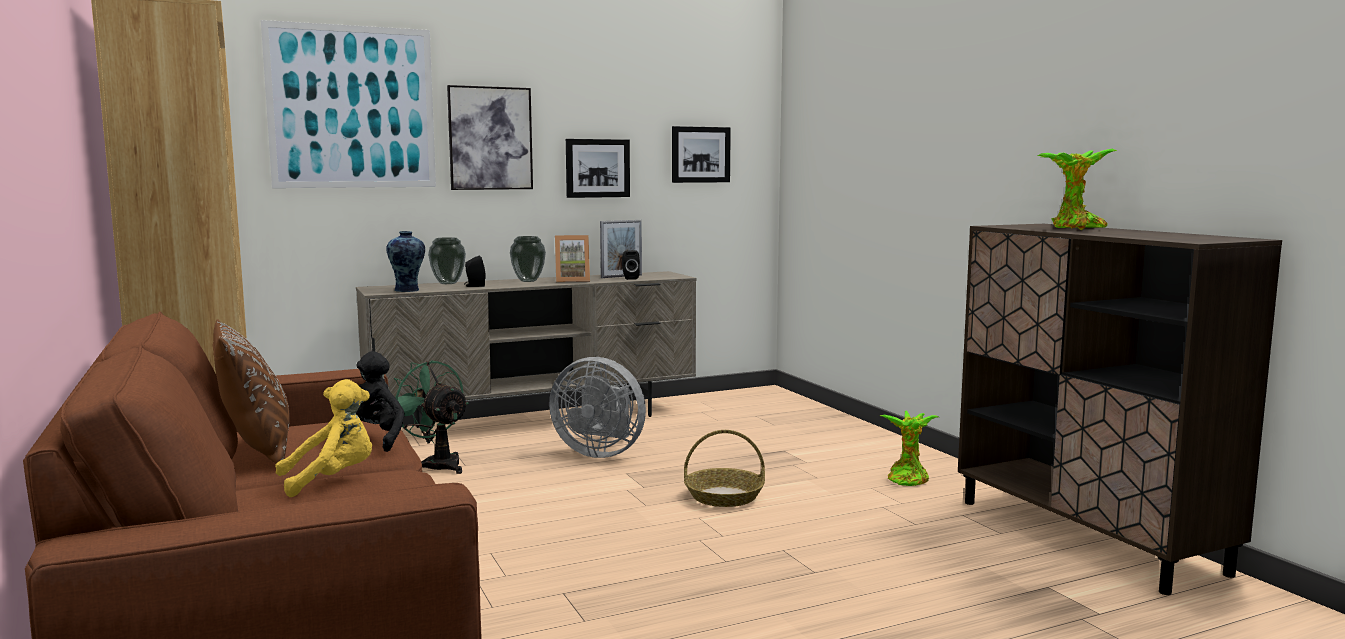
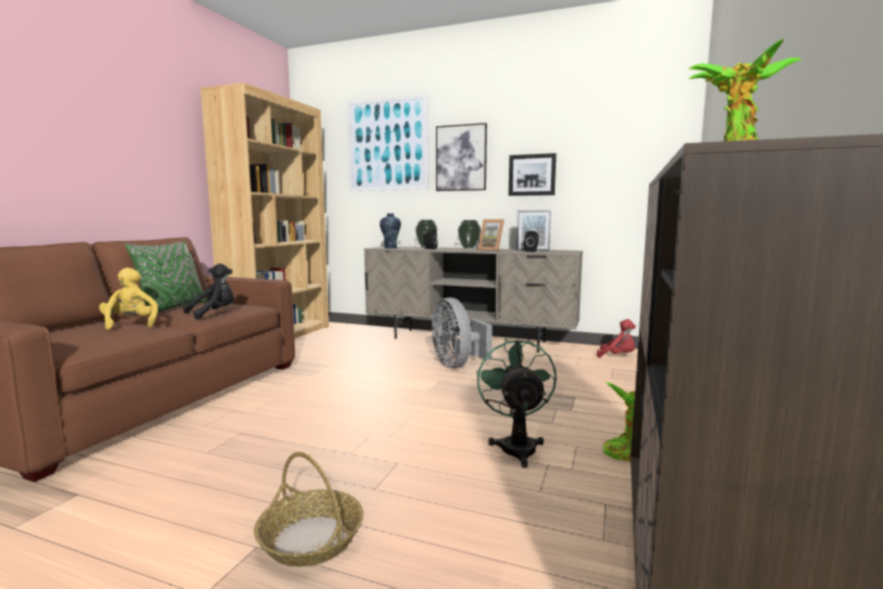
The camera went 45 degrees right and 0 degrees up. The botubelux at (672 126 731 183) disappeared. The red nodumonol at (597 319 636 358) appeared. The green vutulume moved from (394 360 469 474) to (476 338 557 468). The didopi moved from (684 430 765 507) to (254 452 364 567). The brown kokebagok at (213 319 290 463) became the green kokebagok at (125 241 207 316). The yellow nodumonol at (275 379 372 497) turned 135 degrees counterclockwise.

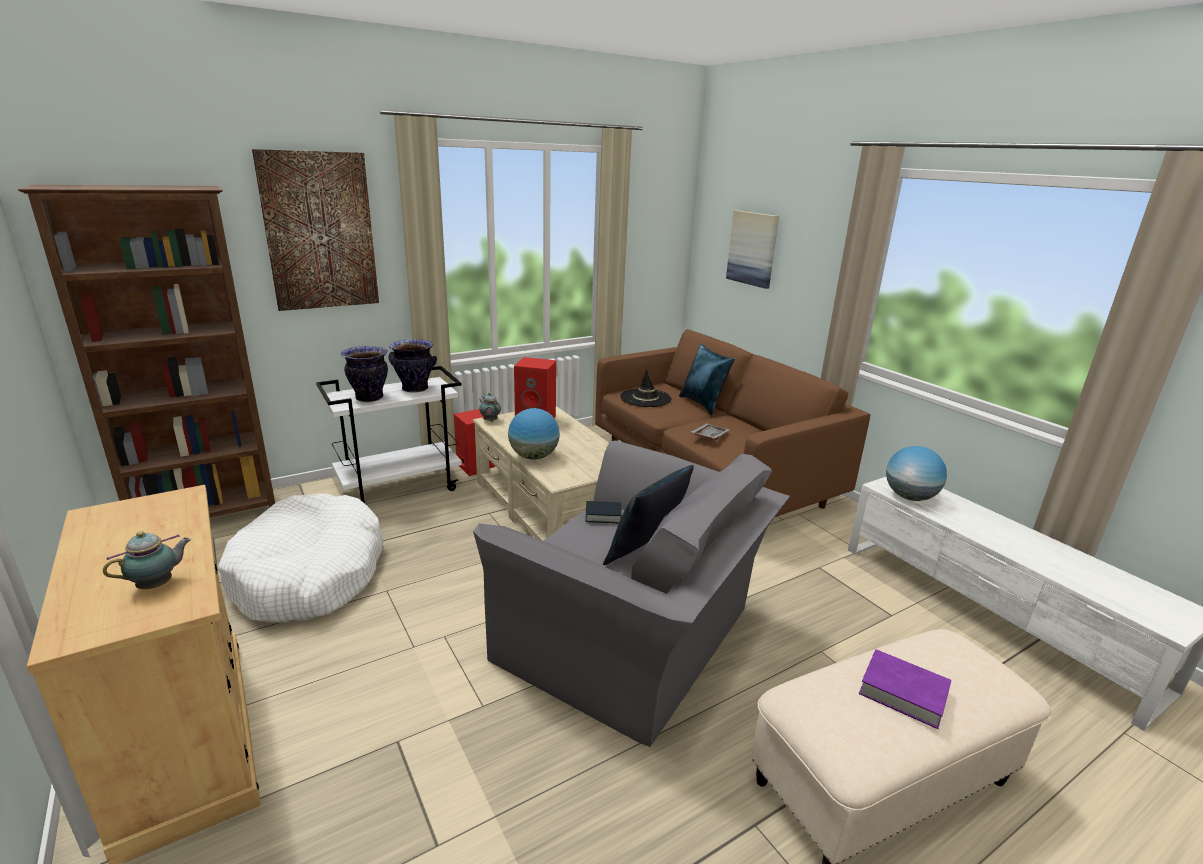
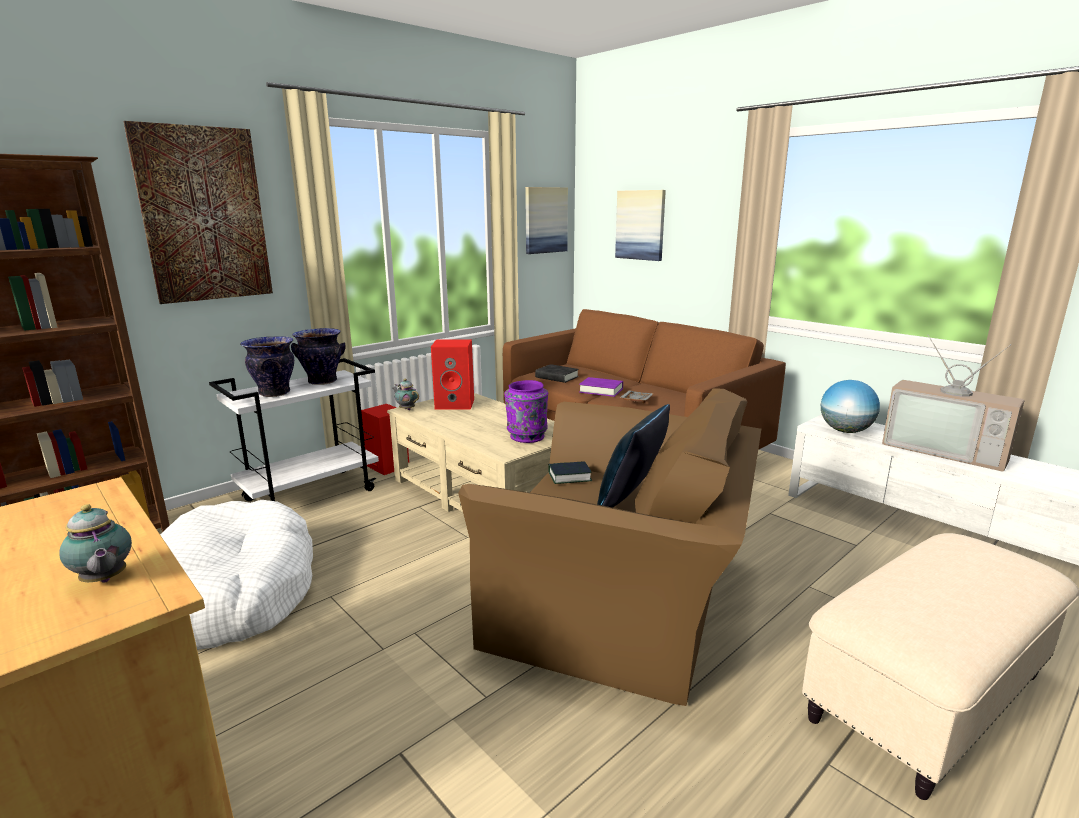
The camera went 10 degrees left and 5 degrees down. The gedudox at (508 408 560 460) disappeared. The blue kokebagok at (679 344 735 415) disappeared. The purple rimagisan at (504 380 548 443) appeared. The botubelux at (525 187 568 254) appeared. The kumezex at (882 335 1025 471) appeared. The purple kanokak moved from (859 649 951 729) to (579 377 623 397). The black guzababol at (620 369 671 407) was replaced by the black kanokak at (535 364 579 383). The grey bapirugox at (473 440 790 747) became the brown bapirugox at (458 389 761 706). The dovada at (103 531 191 589) turned 105 degrees clockwise.

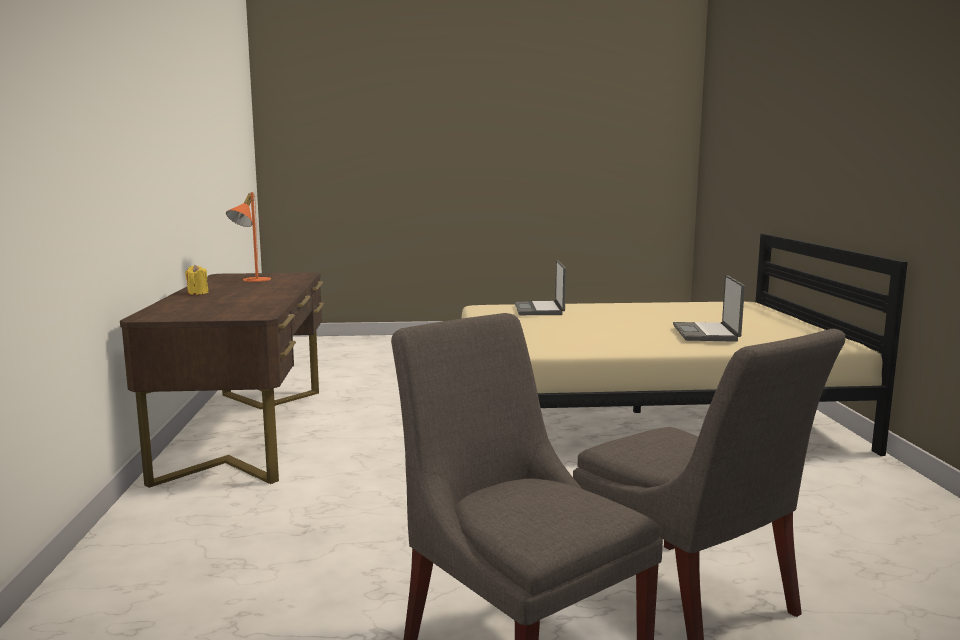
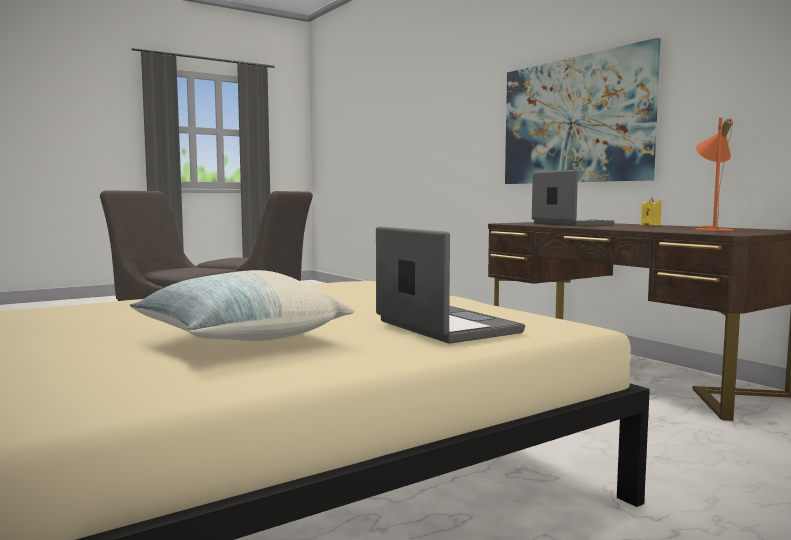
The camera went 150 degrees right and 5 degrees down. The kokebagok at (130 270 354 341) appeared. The botubelux at (505 38 661 184) appeared. The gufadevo moved from (673 275 745 342) to (532 170 614 226).

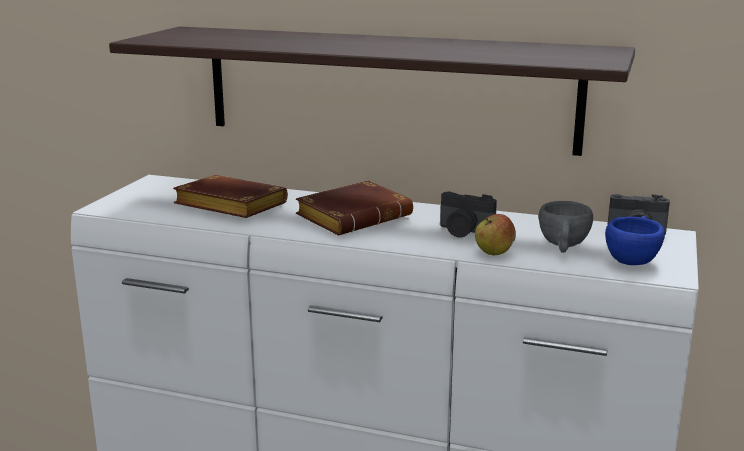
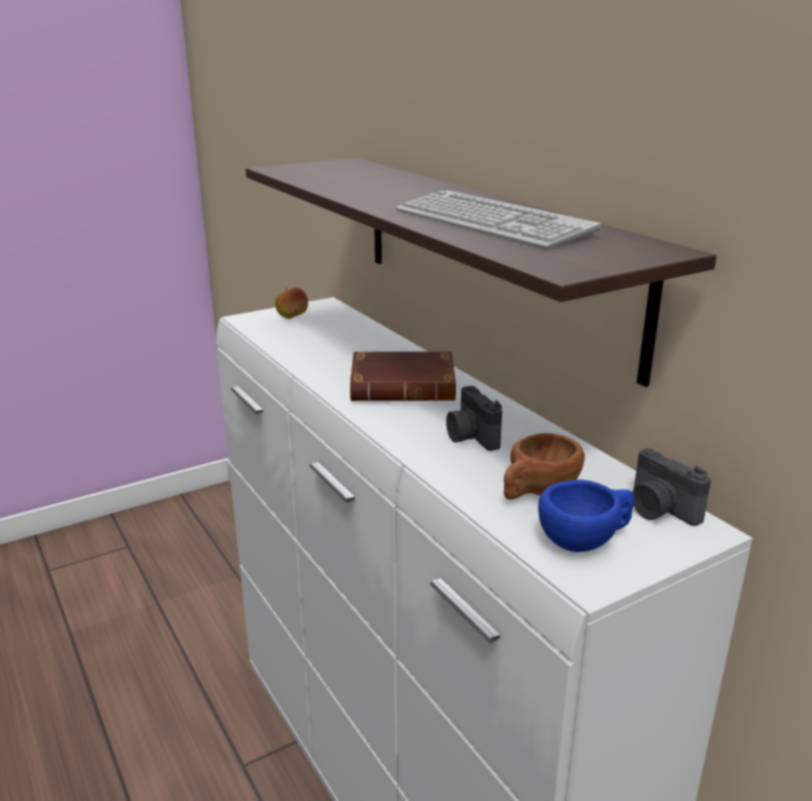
The camera went 40 degrees right and 5 degrees up. The brown kanokak at (173 175 288 218) disappeared. The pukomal at (396 190 601 249) appeared. The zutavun moved from (475 214 516 255) to (275 287 308 319). The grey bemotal at (539 201 593 253) became the brown bemotal at (504 433 585 500).

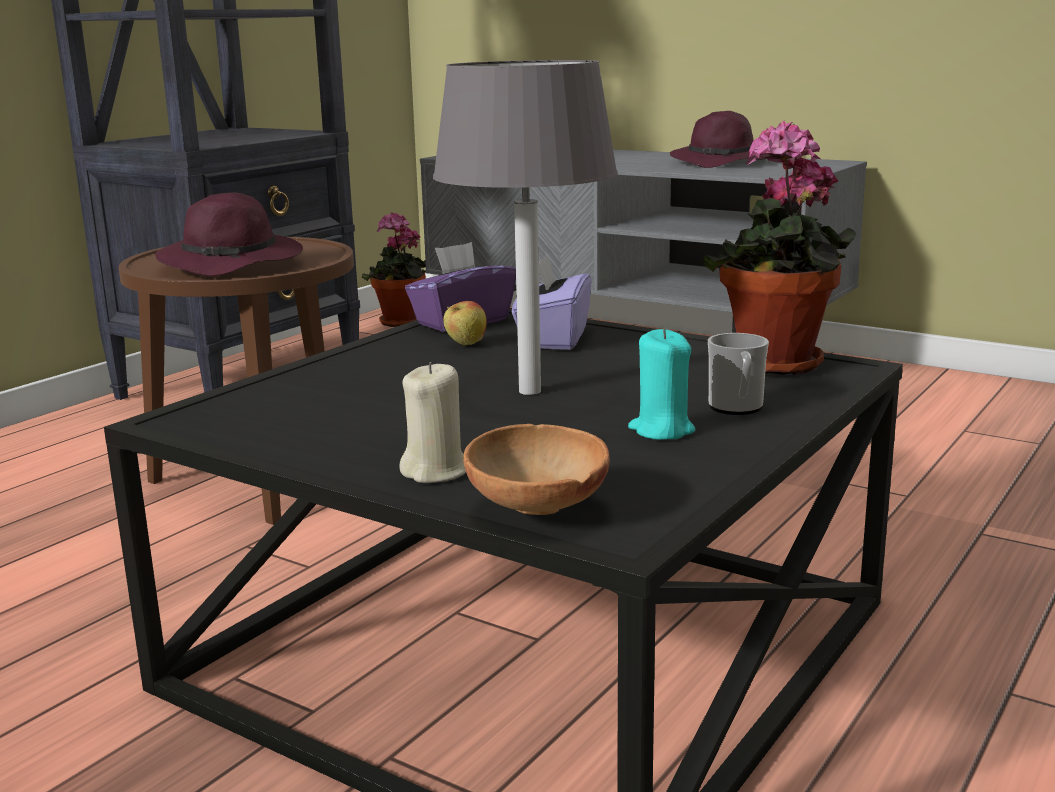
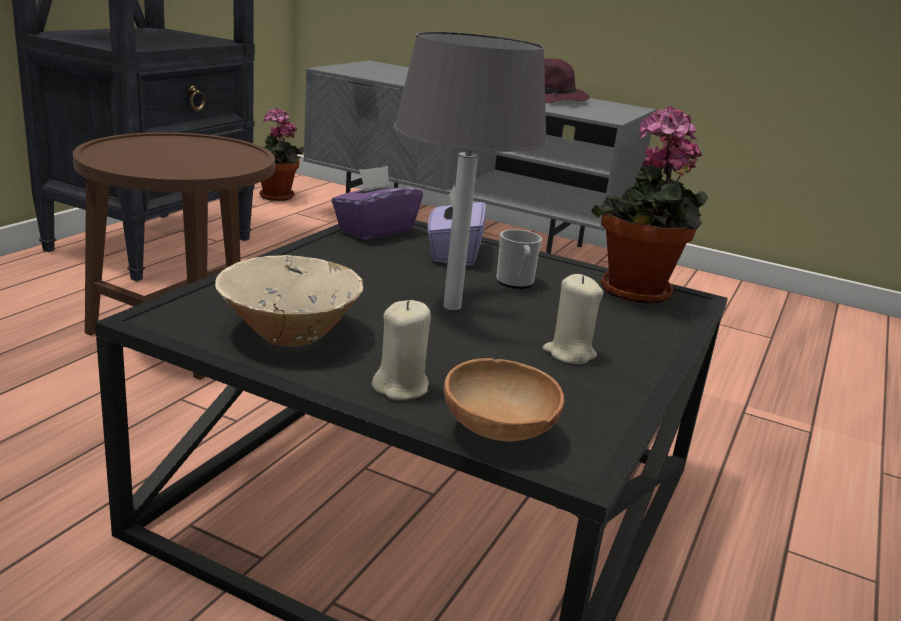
The camera went 10 degrees left and 5 degrees up. The purple guzababol at (155 192 303 276) disappeared. The zutavun at (443 301 487 346) disappeared. The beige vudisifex at (215 255 363 347) appeared. The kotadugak moved from (708 333 769 415) to (496 230 542 289). The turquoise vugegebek at (628 328 695 440) became the beige vugegebek at (543 274 604 364).

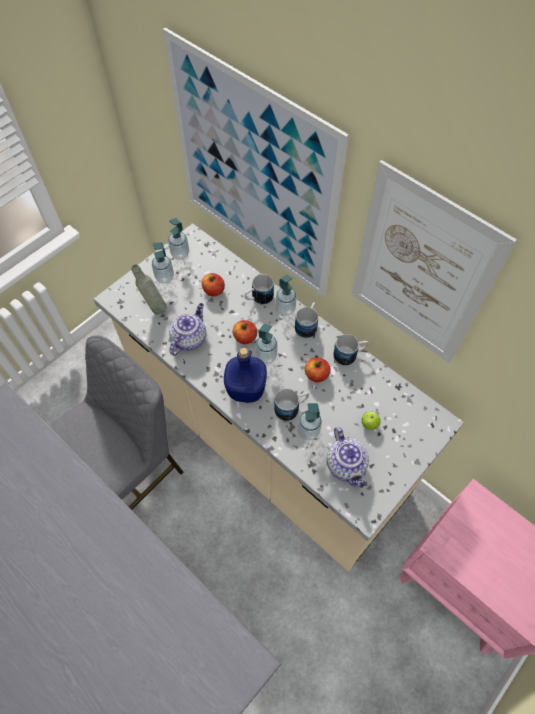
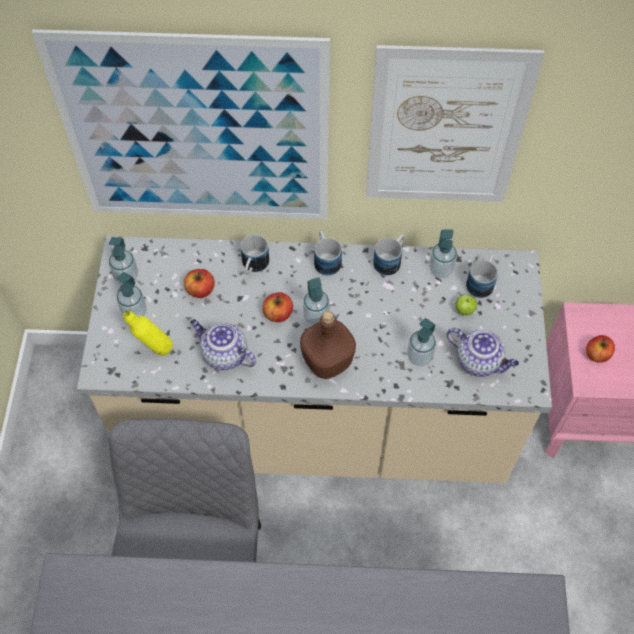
The camera went 40 degrees left and 0 degrees up. The kotadugak moved from (274 389 309 421) to (466 254 498 298). The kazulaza moved from (276 275 297 316) to (429 229 457 278). The zutavun moved from (305 358 331 382) to (586 335 615 363). The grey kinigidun at (131 264 167 314) became the yellow kinigidun at (122 310 173 356). The blue kinigidun at (224 348 267 403) became the brown kinigidun at (300 311 356 379). The dovada at (169 303 206 356) turned 45 degrees counterclockwise.

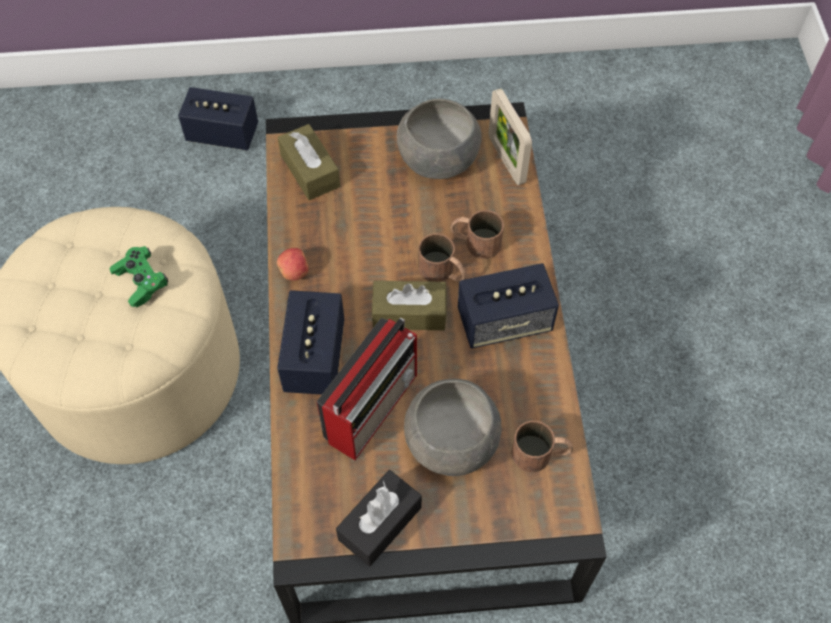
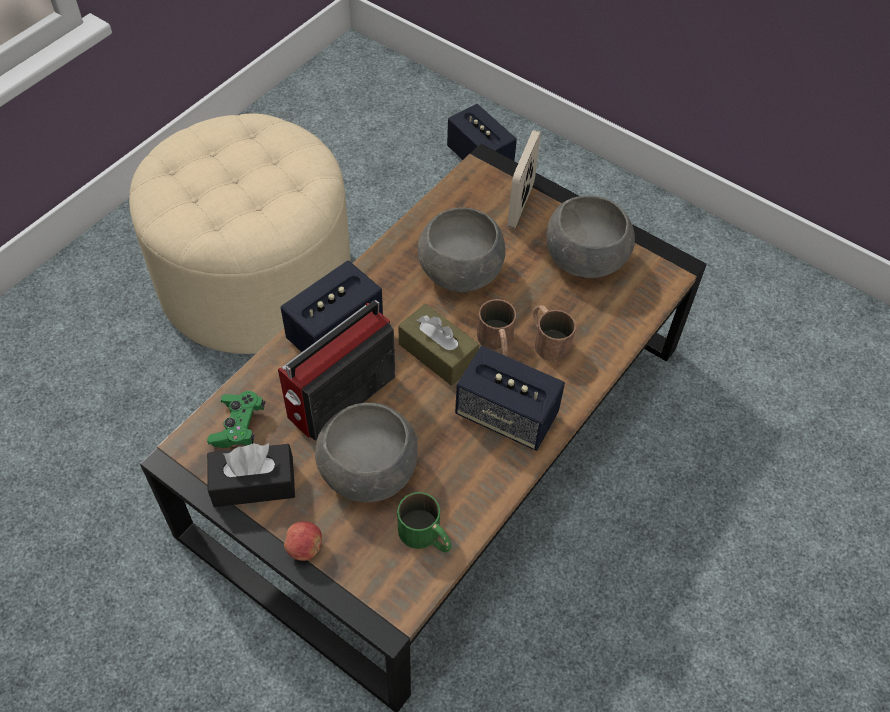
The camera went 40 degrees right and 5 degrees down. The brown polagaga at (278 124 340 200) disappeared. The grey vudisifex at (418 207 505 292) appeared. The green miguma moved from (109 246 168 307) to (207 391 265 448). The zutavun moved from (277 248 309 281) to (284 521 322 561). The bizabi moved from (489 88 532 185) to (507 130 541 228). The brown kotadugak at (512 421 573 472) became the green kotadugak at (397 492 452 552). The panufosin at (317 317 417 460) turned 150 degrees clockwise.

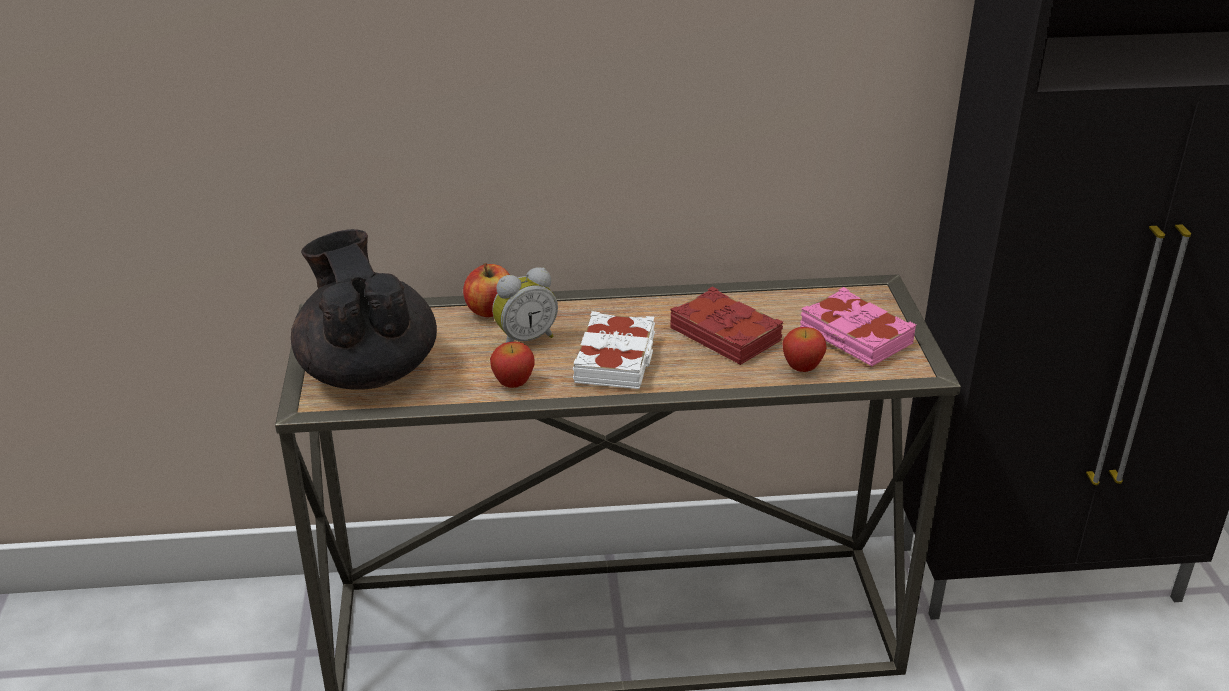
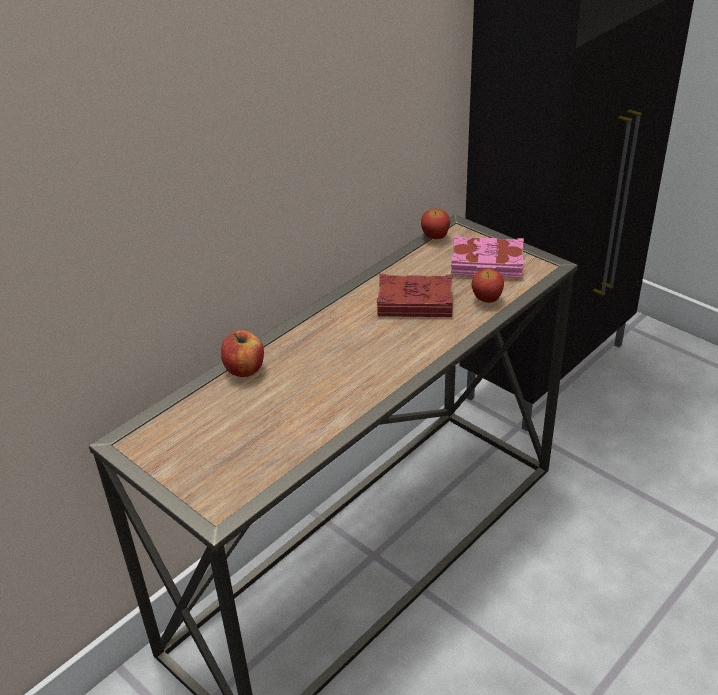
The camera went 40 degrees left and 5 degrees up. The black dovada at (291 229 437 390) disappeared. The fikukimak at (492 267 558 343) disappeared. The white kanokak at (573 311 655 389) disappeared. The zutavun moved from (490 342 535 388) to (421 208 450 239).

